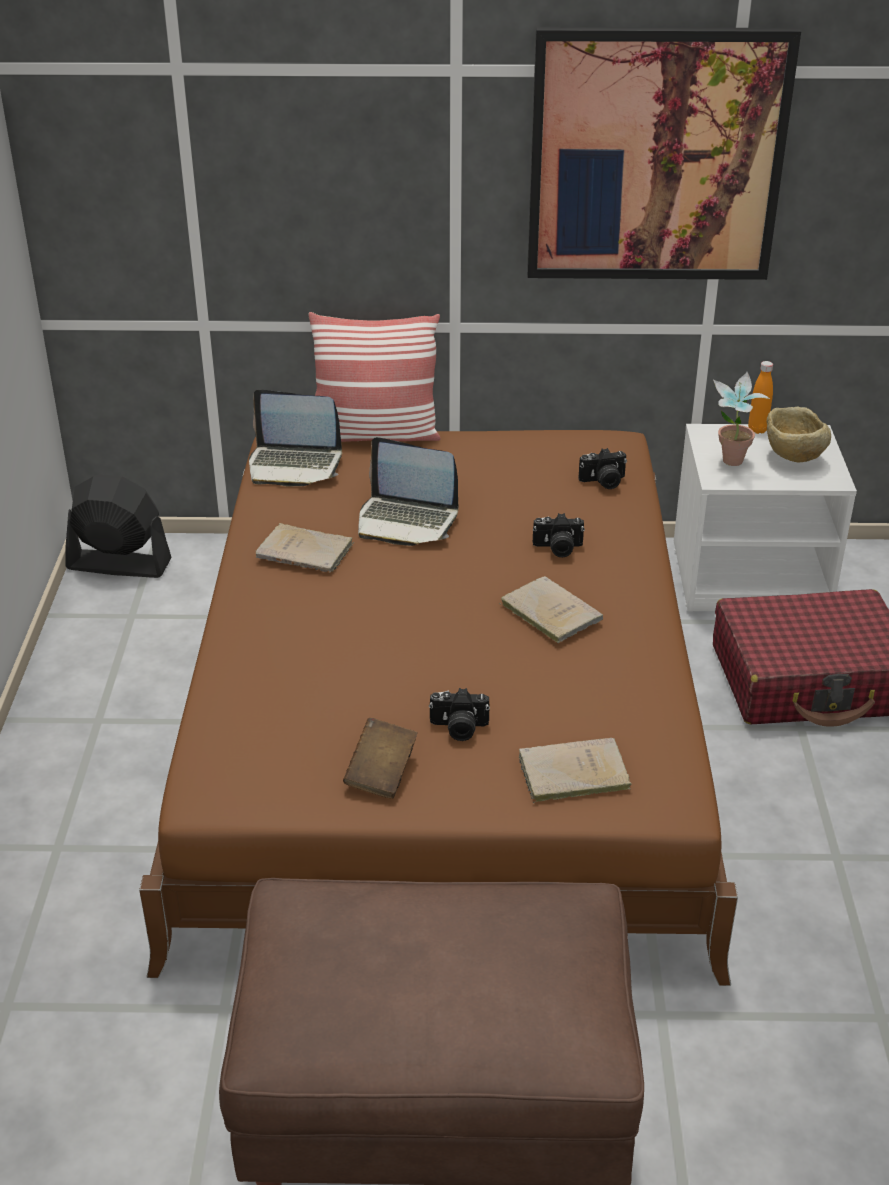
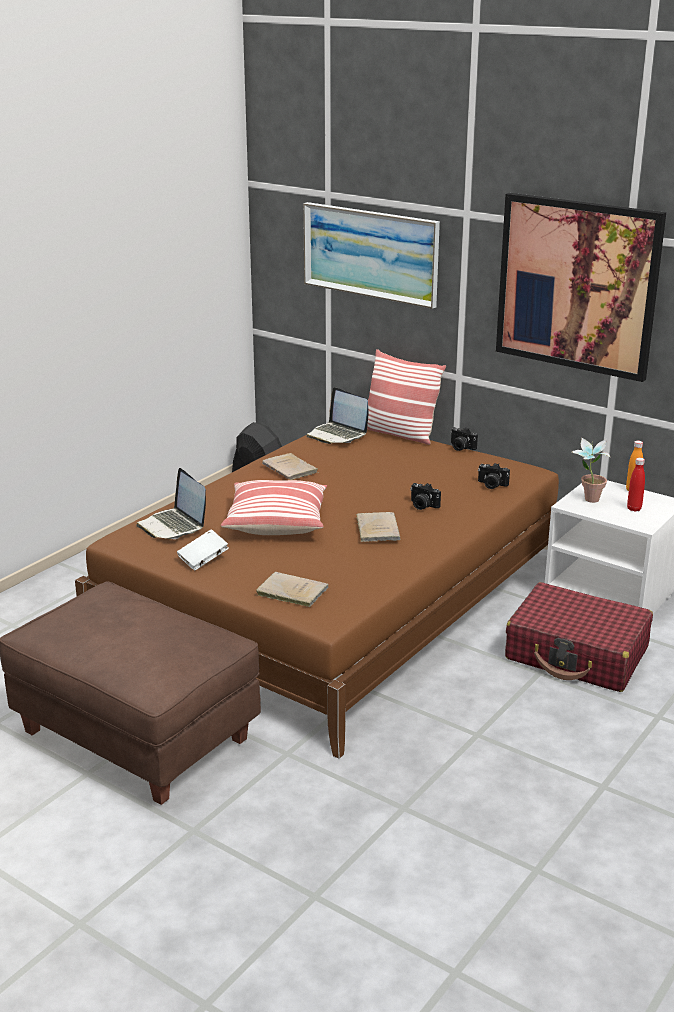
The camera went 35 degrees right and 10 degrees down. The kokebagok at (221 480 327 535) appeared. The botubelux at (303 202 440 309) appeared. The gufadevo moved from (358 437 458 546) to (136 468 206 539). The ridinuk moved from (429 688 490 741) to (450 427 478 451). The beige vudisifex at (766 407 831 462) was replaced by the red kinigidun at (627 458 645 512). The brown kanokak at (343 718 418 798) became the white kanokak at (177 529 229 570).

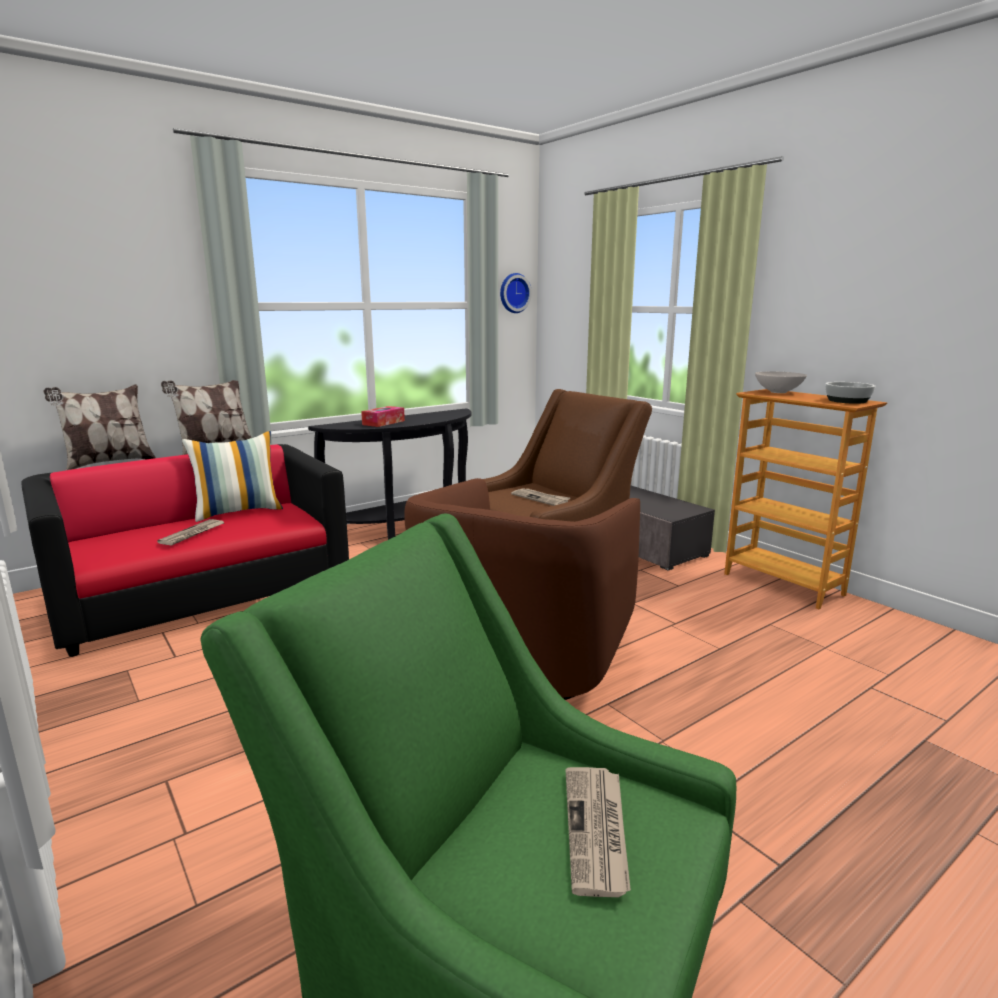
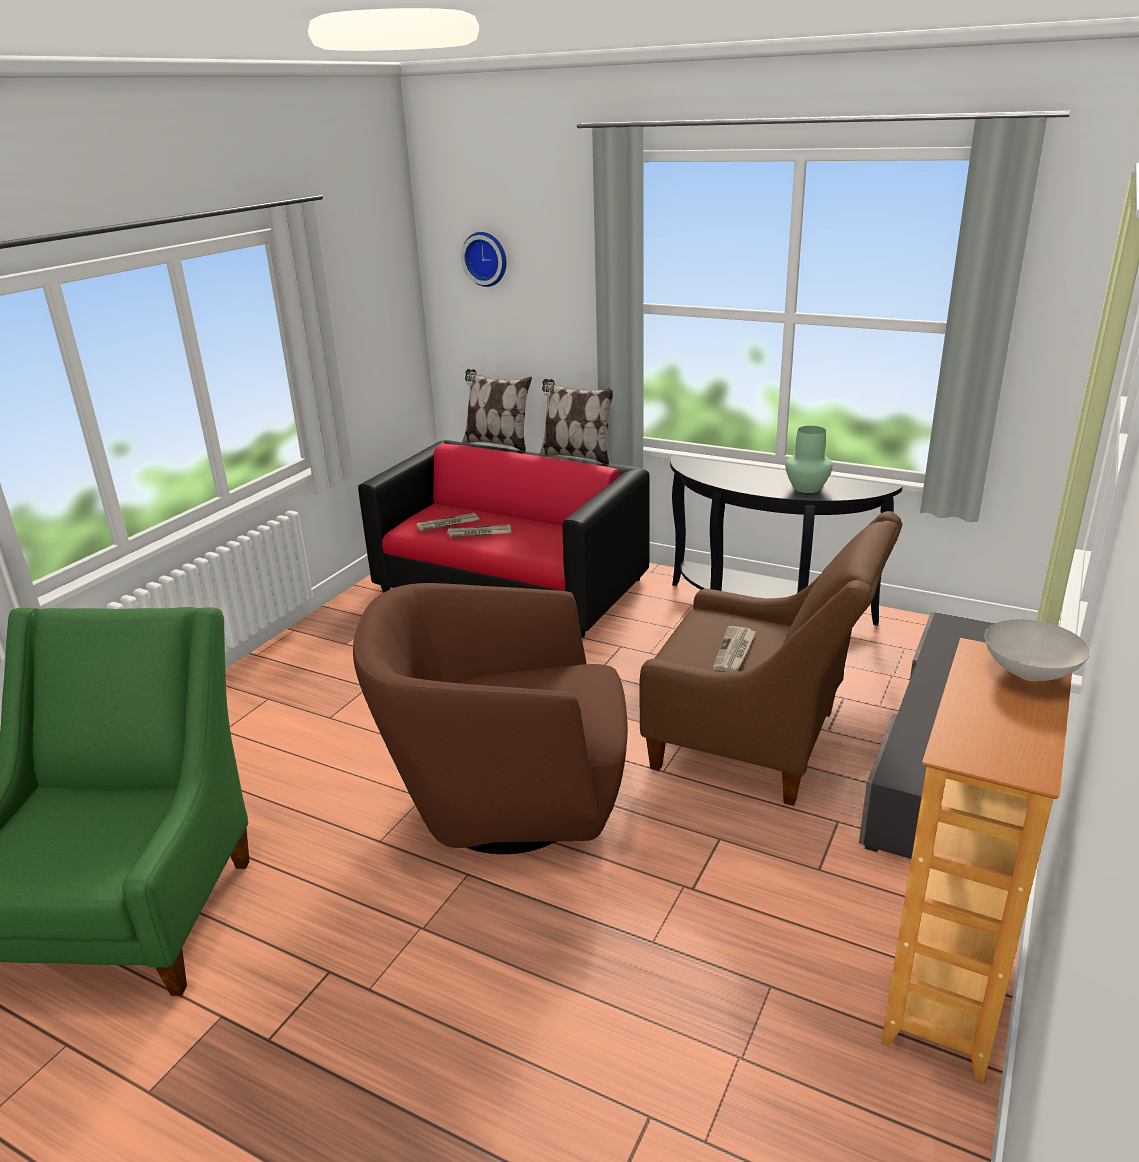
The camera went 65 degrees right and 10 degrees up. The kokebagok at (182 431 283 522) disappeared. The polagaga at (361 406 405 427) disappeared. The vudisifex at (825 382 876 404) disappeared. The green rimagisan at (785 426 833 493) appeared. The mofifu moved from (500 273 532 313) to (461 232 507 287). The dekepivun moved from (565 767 631 897) to (417 513 479 531).

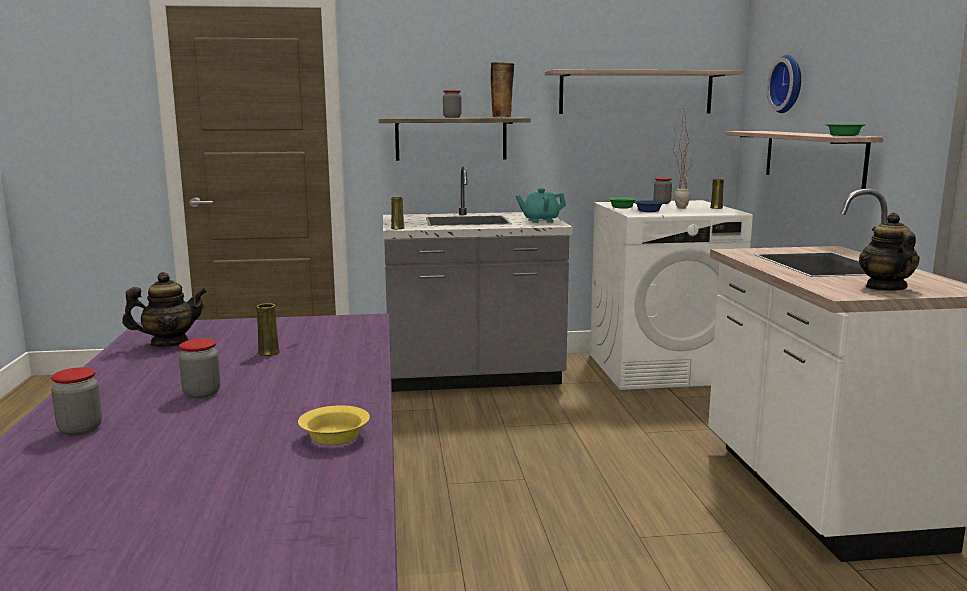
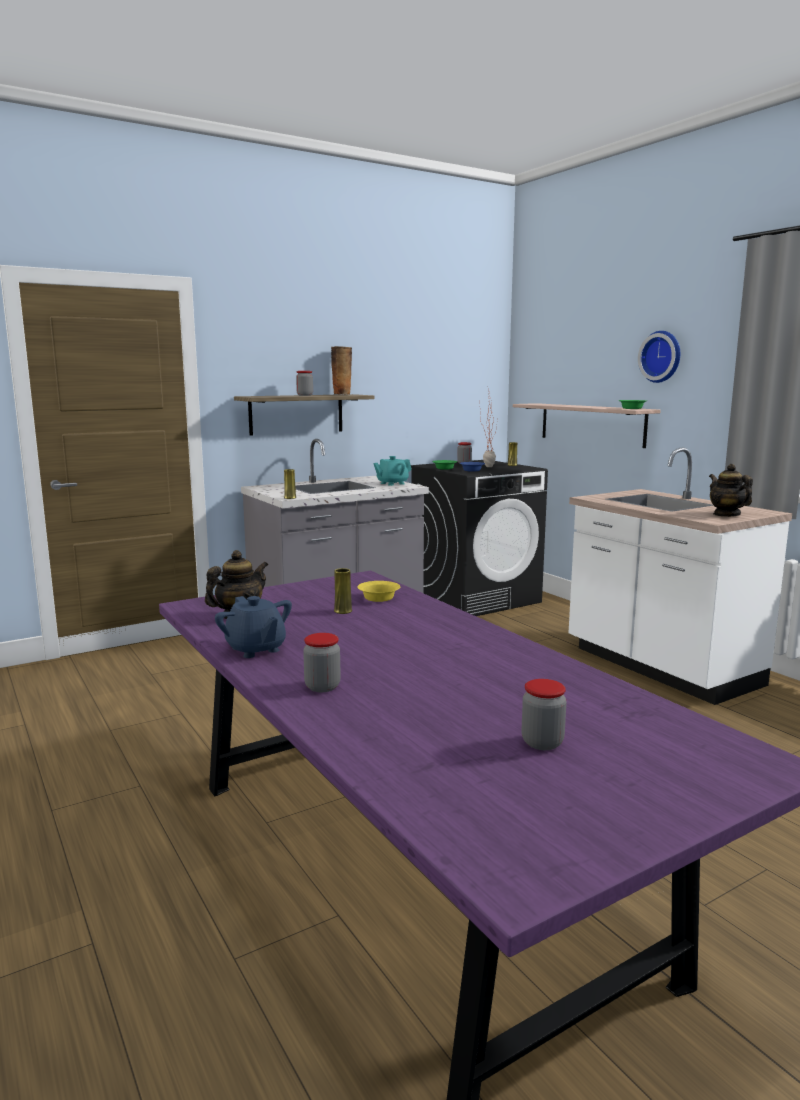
The camera went 25 degrees left and 0 degrees up. The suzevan at (545 70 744 114) disappeared. The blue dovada at (215 596 292 658) appeared. The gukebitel moved from (179 338 221 398) to (521 679 566 750). The yellow vudisifex moved from (298 405 370 445) to (357 581 400 602). The mofifu moved from (767 55 801 113) to (638 331 680 383). The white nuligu at (590 200 753 390) became the black nuligu at (411 460 548 616).

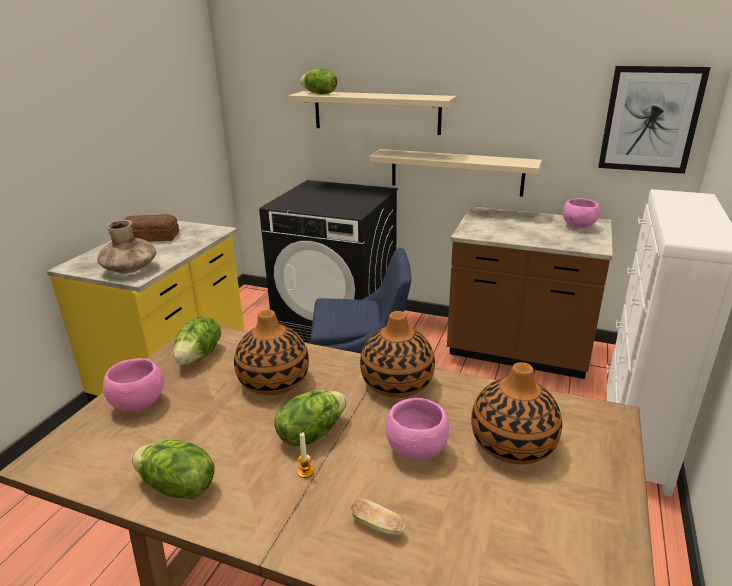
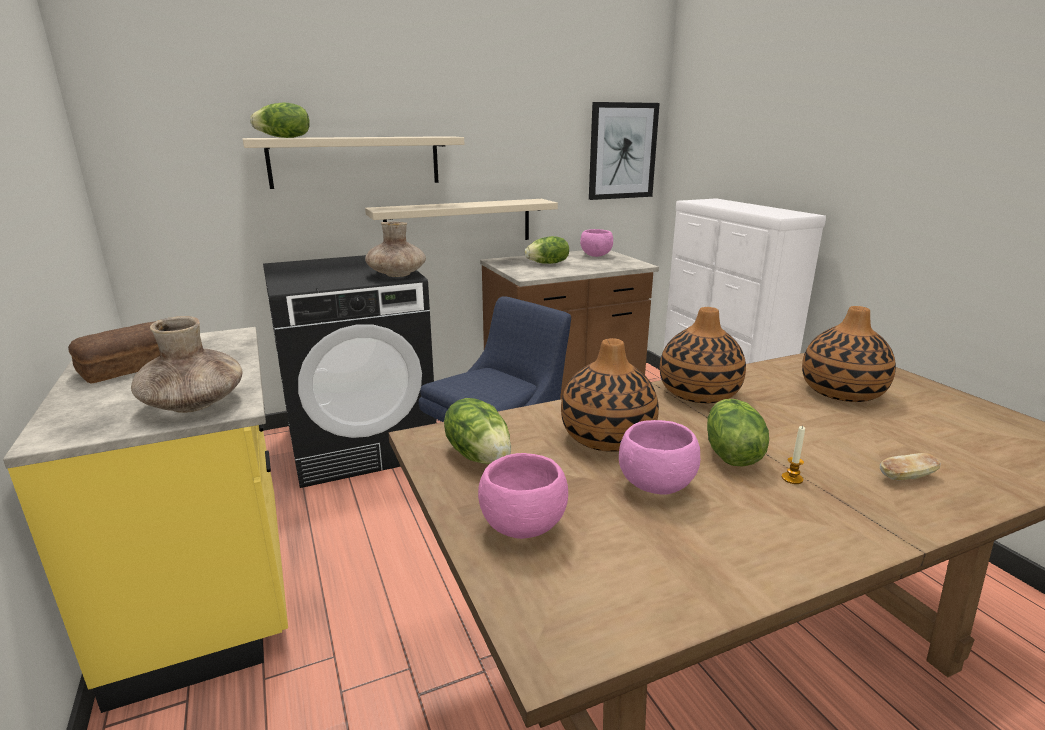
The camera went 45 degrees left and 5 degrees down. The brown rimagisan at (365 222 426 277) appeared. The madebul moved from (132 440 215 499) to (525 236 569 264). The pink vudisifex moved from (386 398 449 460) to (619 420 700 495).

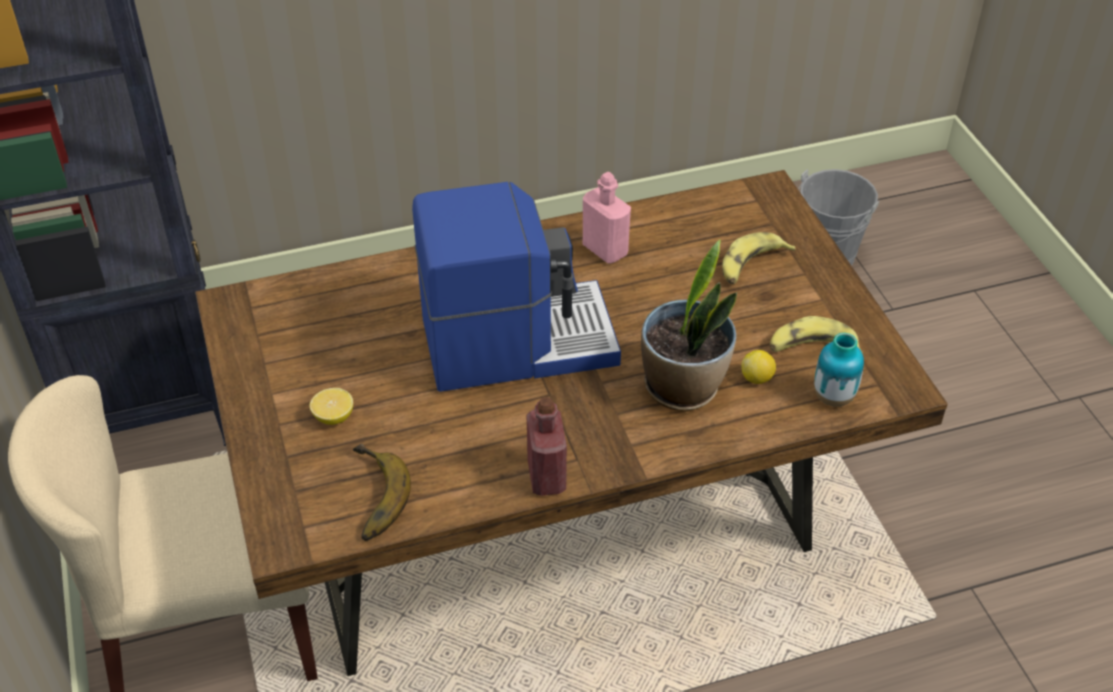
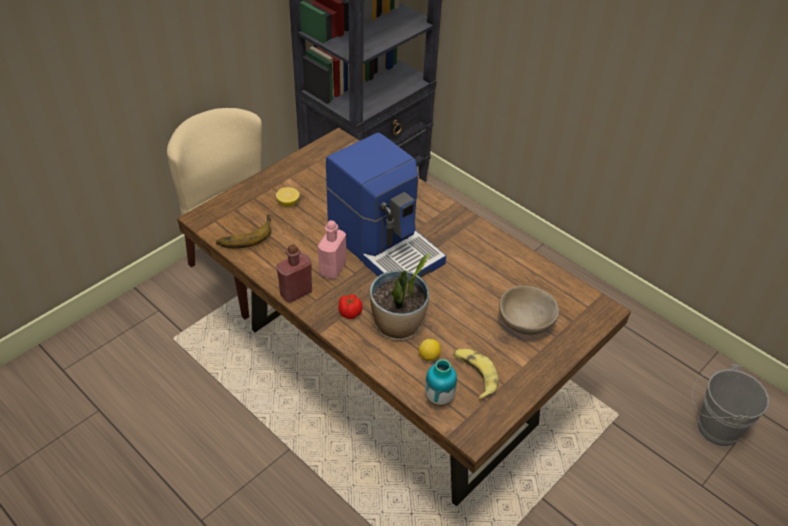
The camera went 60 degrees right and 0 degrees up. The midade at (338 294 363 319) appeared. The pink kinigidun moved from (583 172 631 264) to (318 220 346 279). The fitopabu at (722 232 796 284) was replaced by the beige vudisifex at (499 286 559 335).

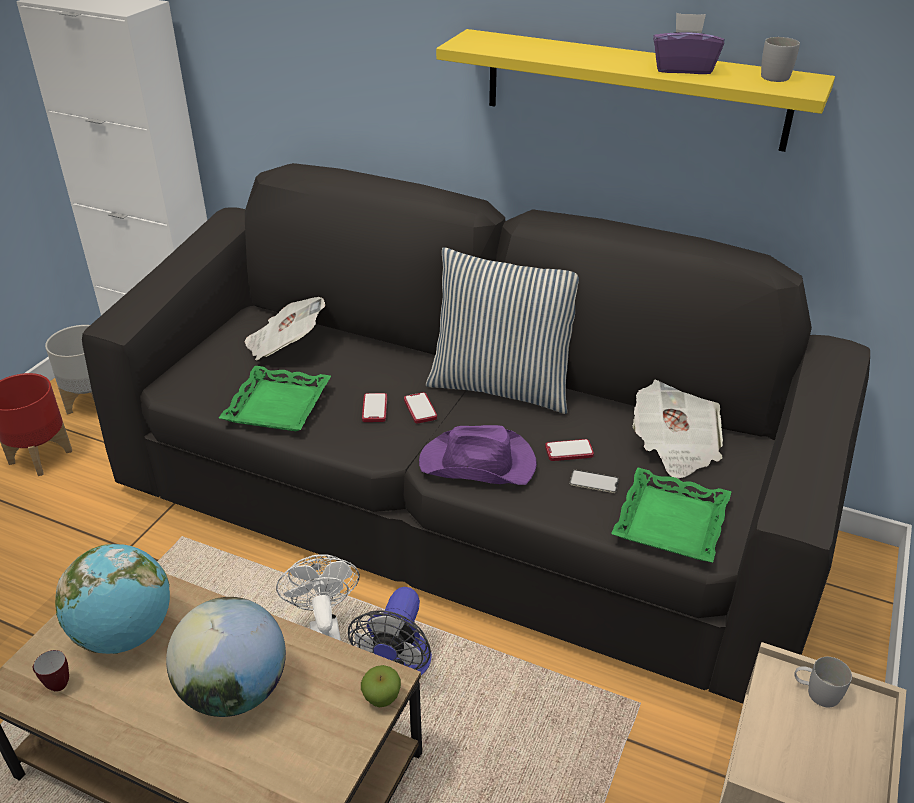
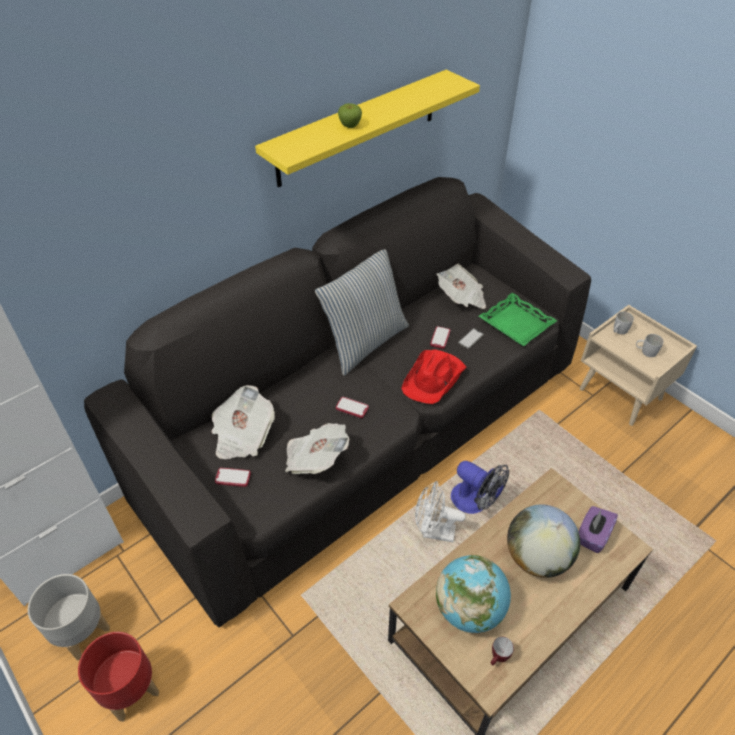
The camera went 65 degrees left and 10 degrees up. The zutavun moved from (361 665 401 707) to (338 103 362 128). The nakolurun moved from (404 392 437 424) to (215 468 251 487). The purple polagaga moved from (653 13 724 74) to (578 506 618 553). The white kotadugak moved from (761 37 800 82) to (636 334 664 357). The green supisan at (219 366 331 431) was replaced by the dekepivun at (285 423 349 474). The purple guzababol at (419 425 537 485) became the red guzababol at (402 350 466 404).

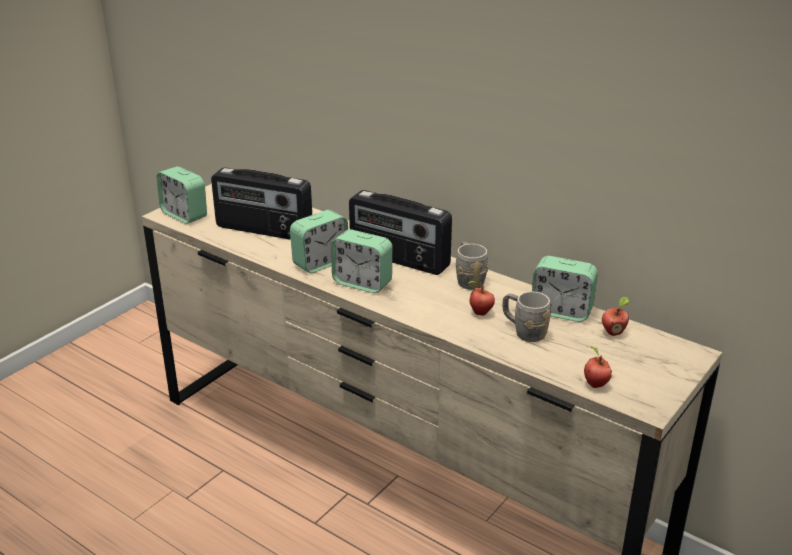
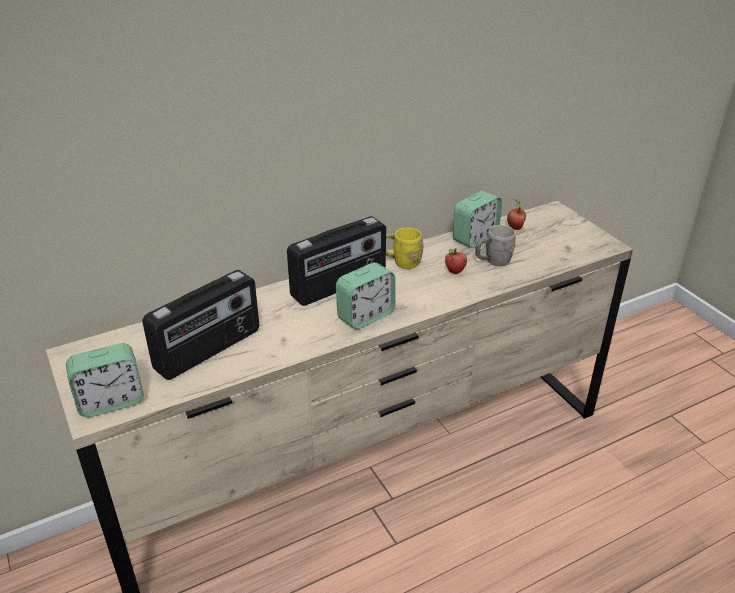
The camera went 65 degrees left and 5 degrees up. The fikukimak at (290 210 348 273) disappeared. The zutavun at (584 346 612 388) disappeared. The grey kotadugak at (456 242 489 290) became the yellow kotadugak at (386 227 423 269).

